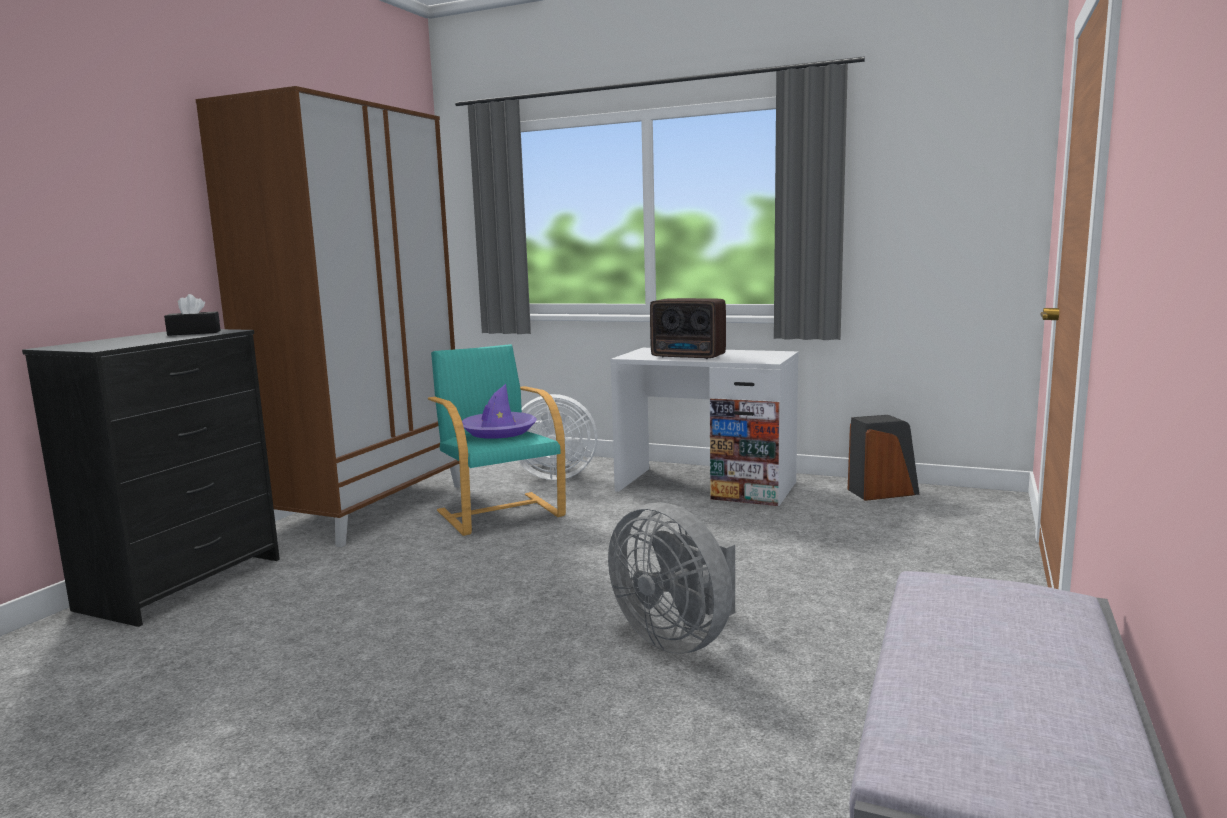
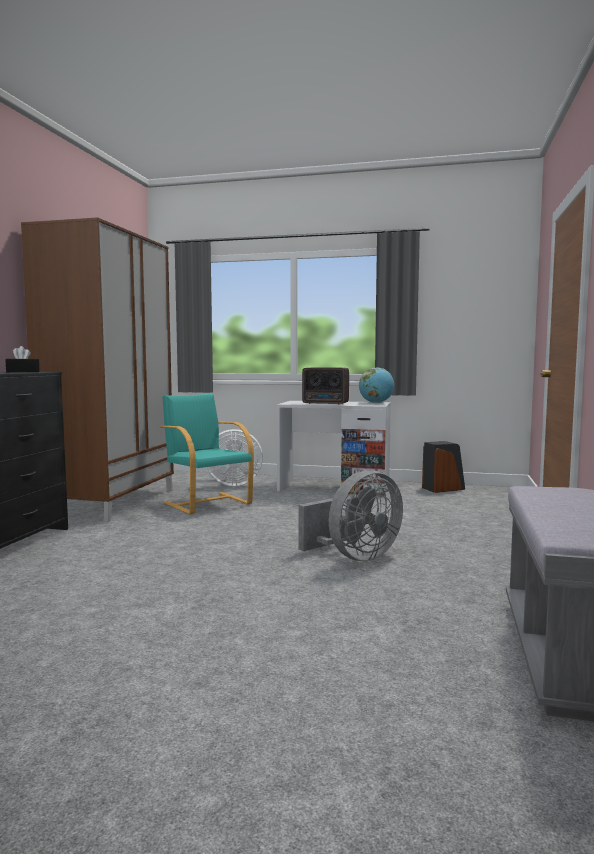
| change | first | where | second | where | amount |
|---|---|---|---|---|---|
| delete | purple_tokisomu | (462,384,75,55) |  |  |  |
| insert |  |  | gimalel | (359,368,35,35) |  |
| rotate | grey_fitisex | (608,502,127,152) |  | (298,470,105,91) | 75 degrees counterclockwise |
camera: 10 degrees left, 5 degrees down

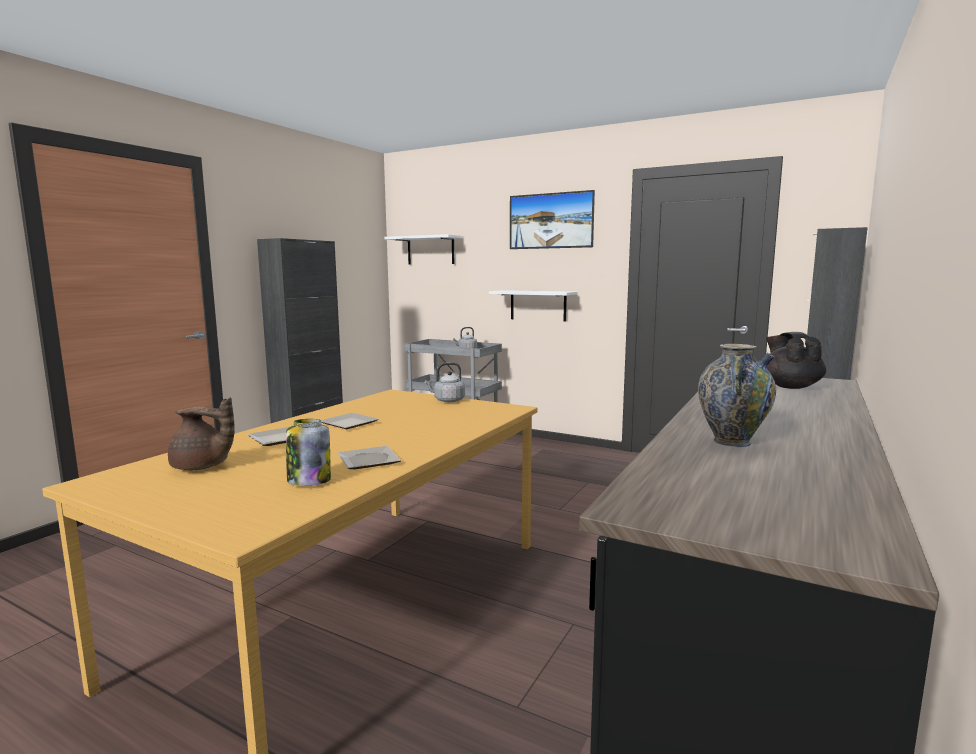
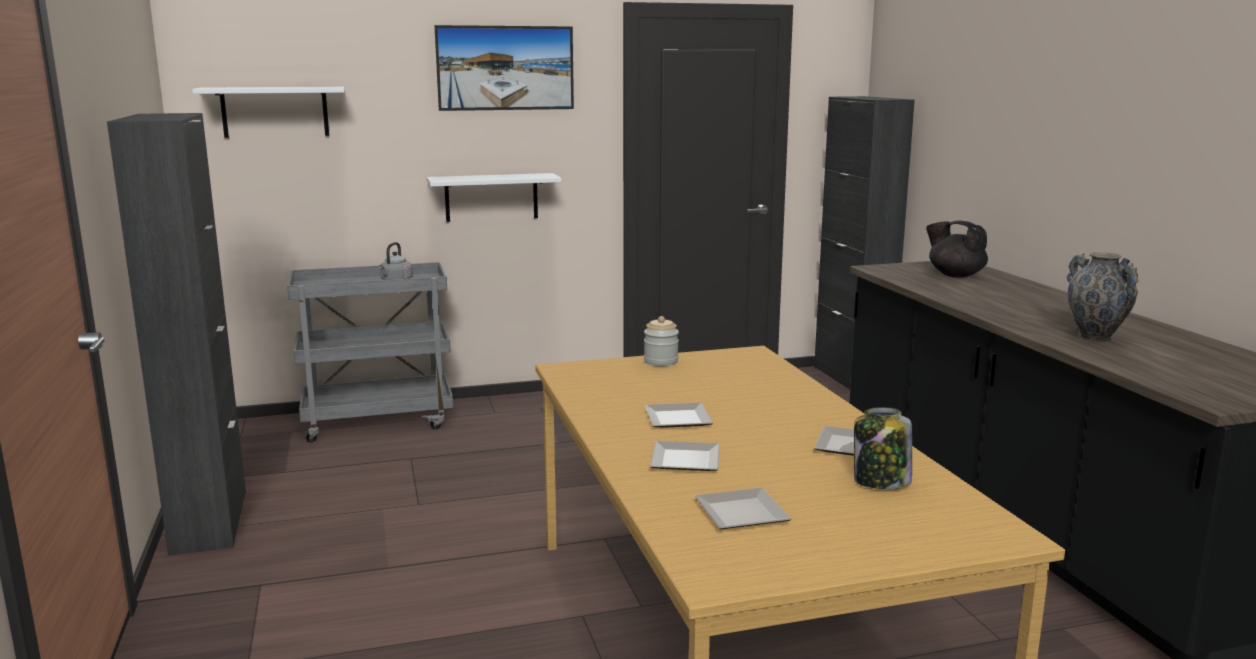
| change | first | where | second | where | amount |
|---|---|---|---|---|---|
| replace | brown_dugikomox | (168,397,67,73) | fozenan | (695,488,96,41) |  |
| replace | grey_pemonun | (425,362,40,40) | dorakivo | (644,316,35,50) |  |
camera: 45 degrees left, 5 degrees up

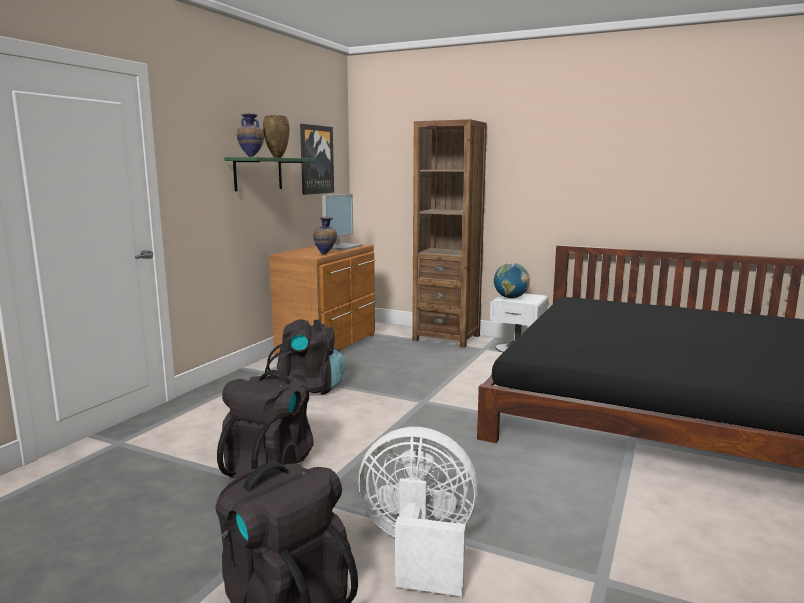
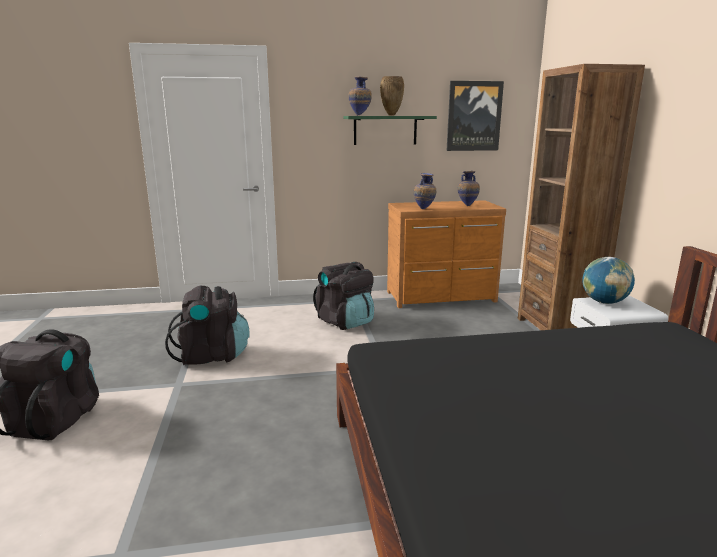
| change | first | where | second | where | amount |
|---|---|---|---|---|---|
| delete | white_fitisex | (358,427,120,169) |  |  |  |
| replace | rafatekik | (322,194,41,56) | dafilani | (458,171,22,35) |  |
camera: 55 degrees right, 5 degrees up

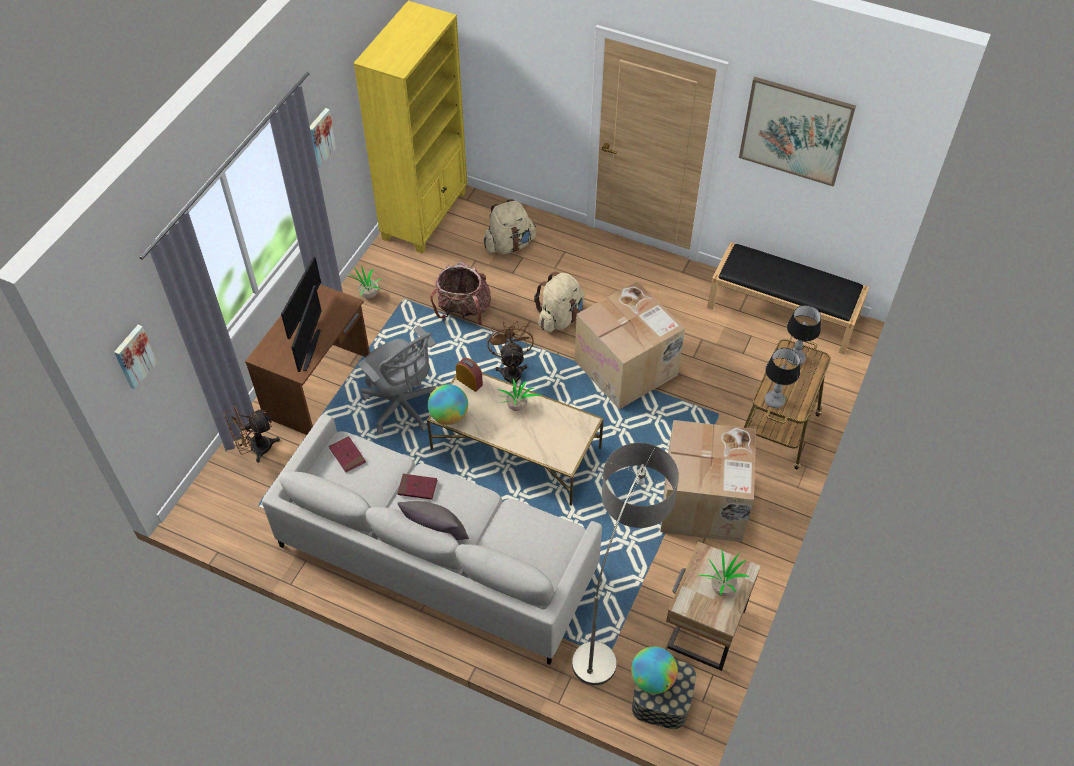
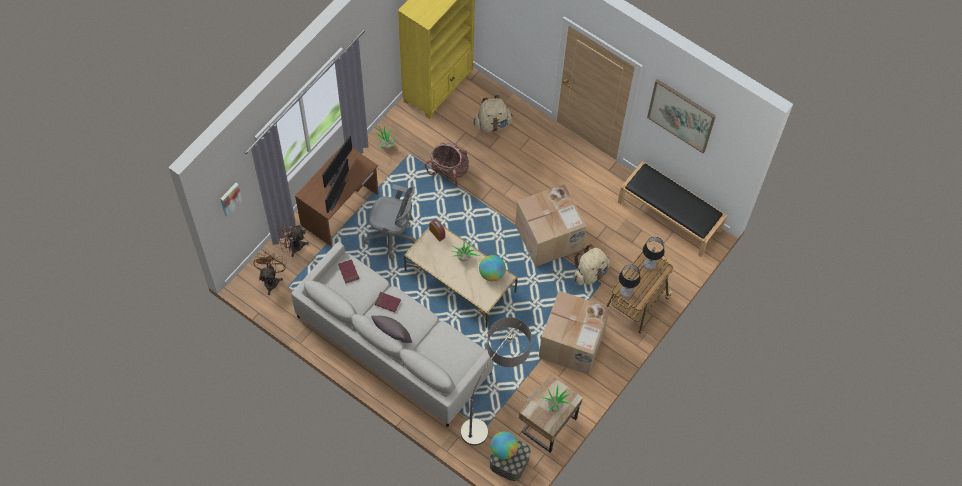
| change | first | where | second | where | amount |
|---|---|---|---|---|---|
| delete | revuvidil | (310,108,27,60) |  |  |  |
| move | gimalel | (428,384,40,41) |  | (479,255,27,27) |  |
| move | brown_fitisex | (487,321,47,63) |  | (253,253,34,42) |  |
| move | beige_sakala | (534,272,51,60) |  | (573,244,37,41) |  |
| rotate | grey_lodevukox | (358,326,78,108) |  | (363,184,54,76) | 45 degrees counterclockwise |
camera: 10 degrees right, 10 degrees up

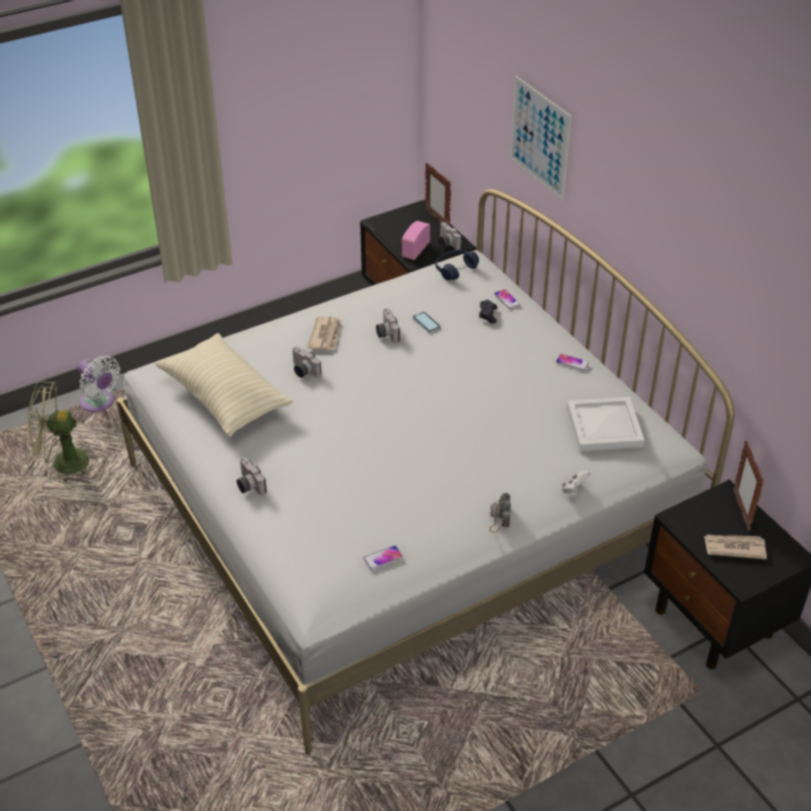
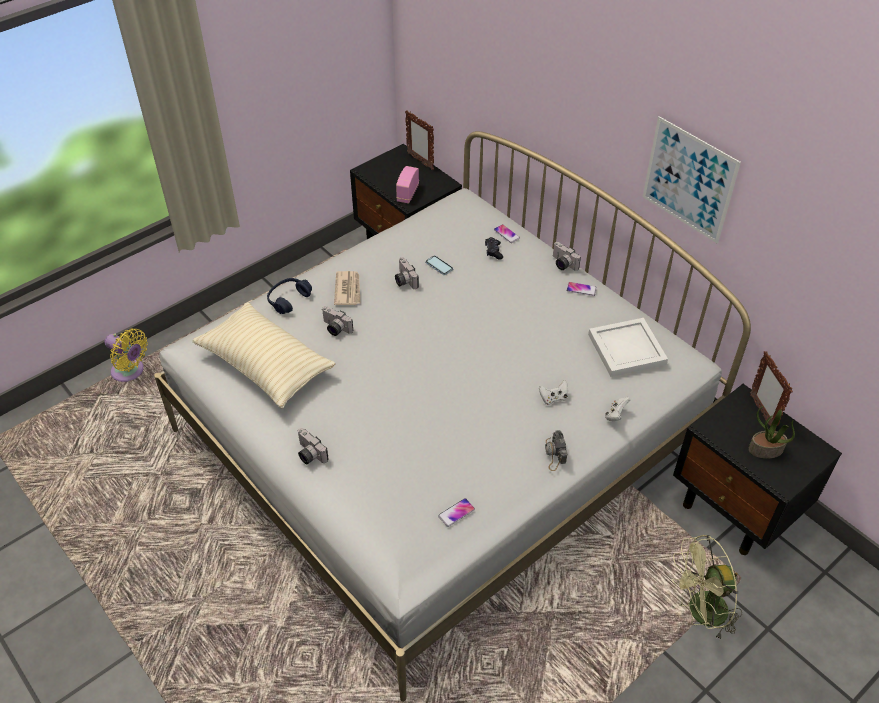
| change | first | where | second | where | amount |
|---|---|---|---|---|---|
| insert |  |  | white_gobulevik | (539,380,29,25) |  |
| move | green_fitisex | (27,381,66,101) |  | (672,535,70,105) |  |
| move | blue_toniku | (435,249,44,31) |  | (267,278,45,36) |  |
| move | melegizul | (439,222,23,28) |  | (553,242,28,29) |  |
| move | revuvidil | (510,76,62,124) |  | (643,116,98,128) |  |
| replace | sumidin | (704,535,63,24) | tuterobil | (748,406,47,53) |  |
| recolor | white_fitisex | (77,356,44,56) | yellow_fitisex | (105,329,43,53) |  |
camera: 10 degrees left, 5 degrees up

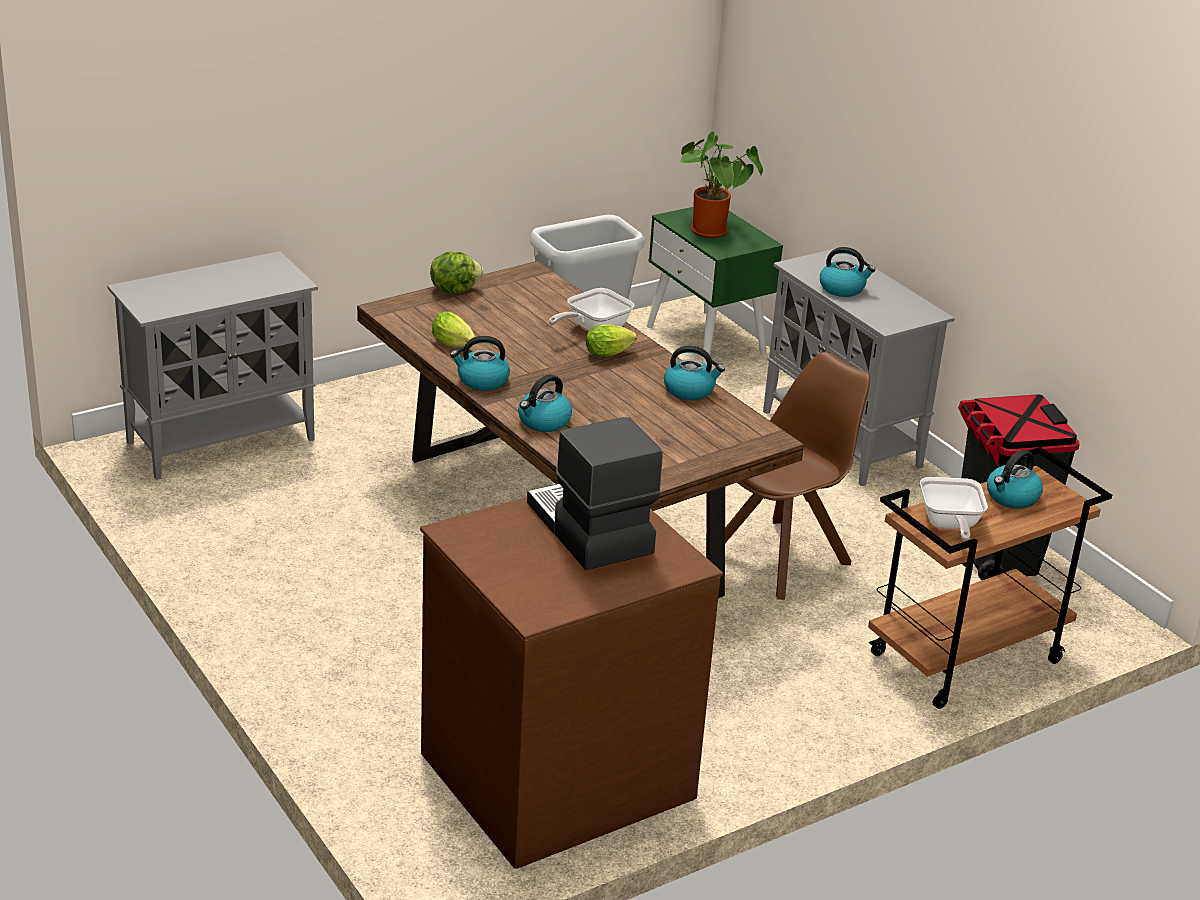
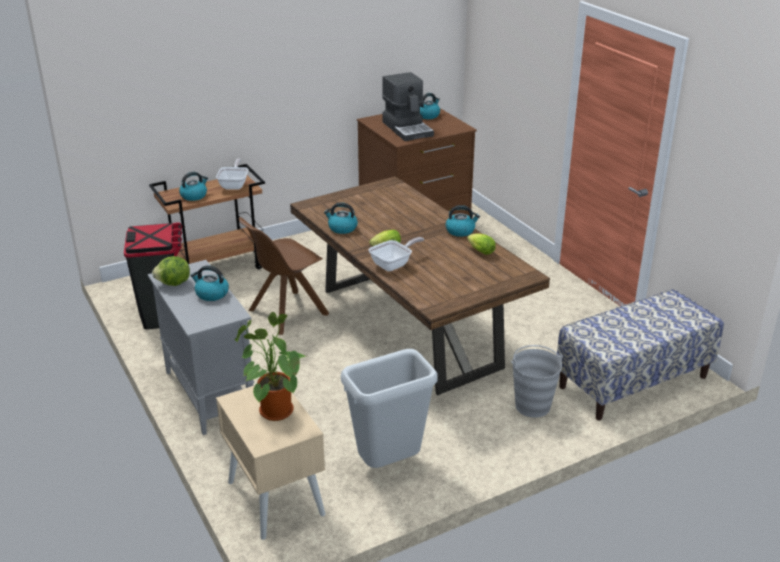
| change | first | where | second | where | amount |
|---|---|---|---|---|---|
| insert |  |  | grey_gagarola | (511,345,52,73) |  |
| move | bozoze | (430,251,54,43) |  | (152,256,38,30) |  |
| move | pemonun | (518,374,54,58) |  | (420,93,20,26) |  |
| replace | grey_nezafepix | (107,251,211,229) | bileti | (557,289,167,132) |  |
| recolor | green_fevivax | (647,207,136,158) | beige_fevivax | (216,385,110,155) |  |
camera: 175 degrees left, 0 degrees up

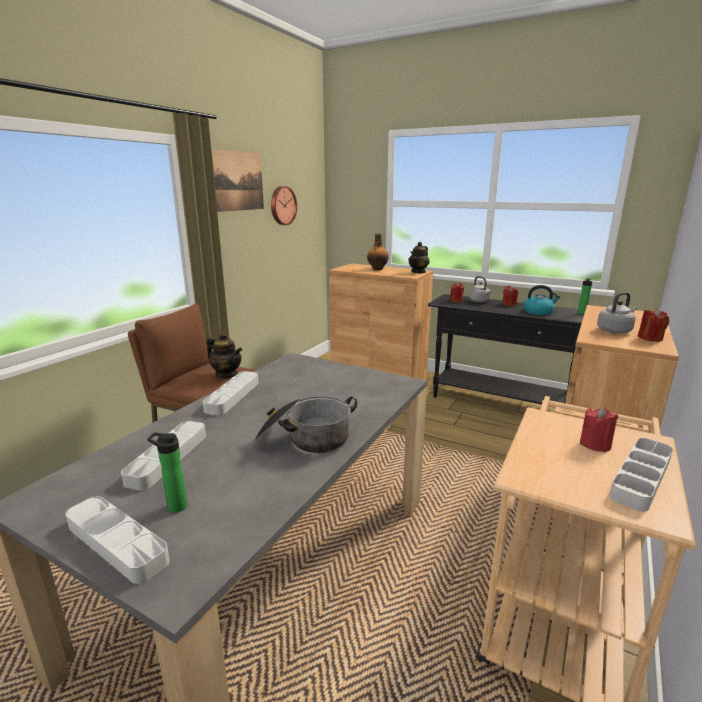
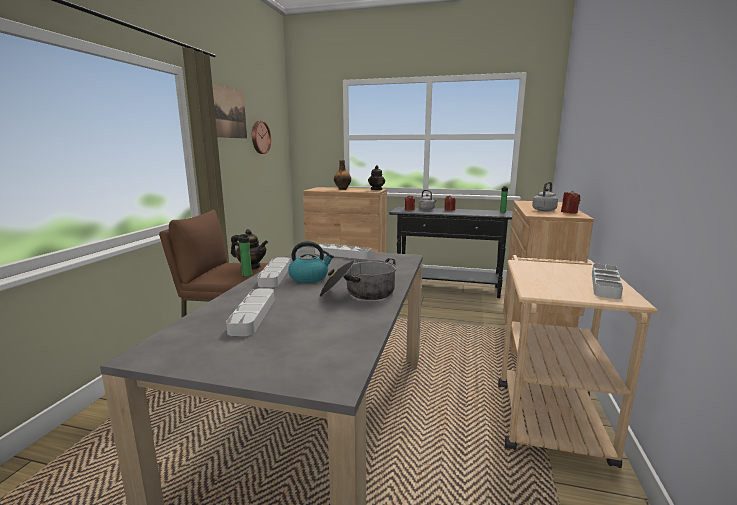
| change | first | where | second | where | amount |
|---|---|---|---|---|---|
| delete | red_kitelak | (580,407,38,45) |  |  |  |
| move | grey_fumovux | (65,496,105,88) |  | (315,244,56,15) |  |
| move | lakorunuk | (147,432,40,81) |  | (234,234,18,43) |  |
| move | pemonun | (524,285,36,30) |  | (288,241,46,42) |  |
camera: 15 degrees left, 5 degrees down

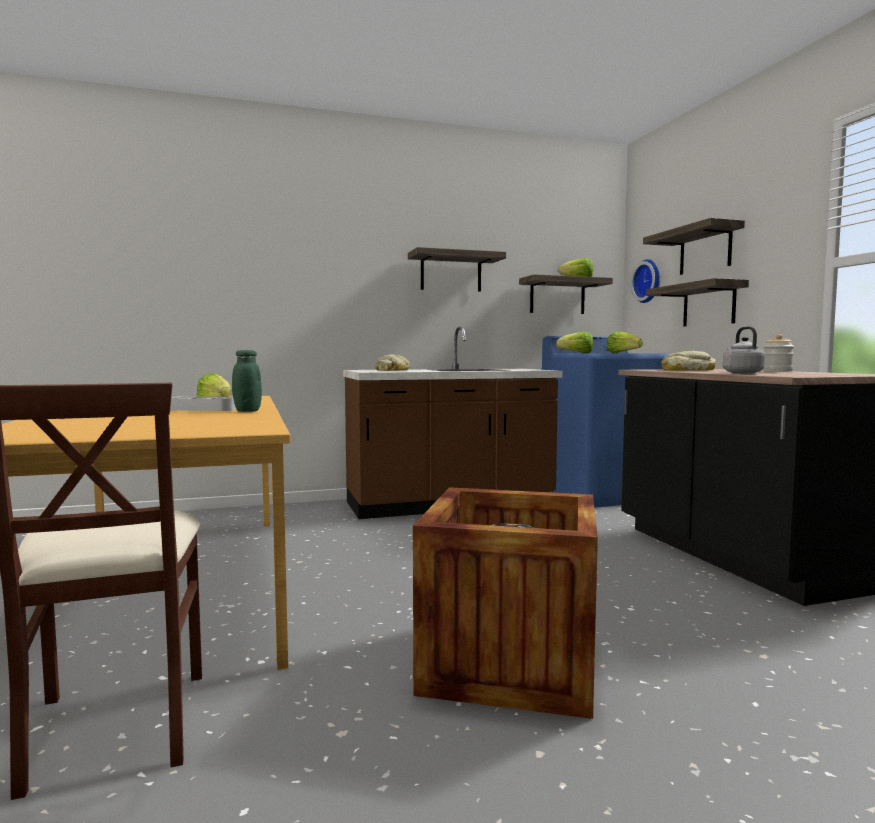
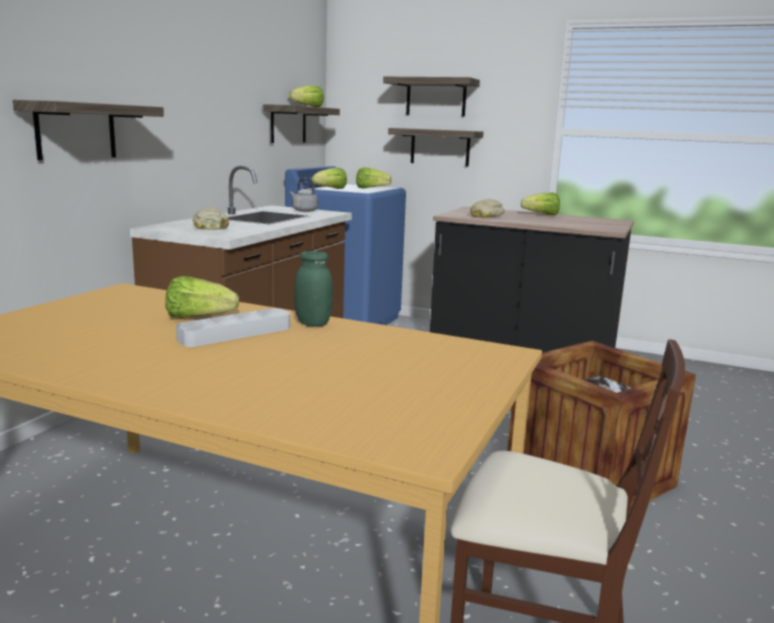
| change | first | where | second | where | amount |
|---|---|---|---|---|---|
| delete | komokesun | (631,259,29,44) |  |  |  |
| move | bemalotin | (408,247,98,45) |  | (13,100,151,60) |  |
| move | grey_pemonun | (723,326,42,48) |  | (290,178,28,34) |  |
| replace | dorakivo | (763,334,31,38) | bozoze | (521,193,39,22) |  |
camera: 50 degrees left, 10 degrees up

